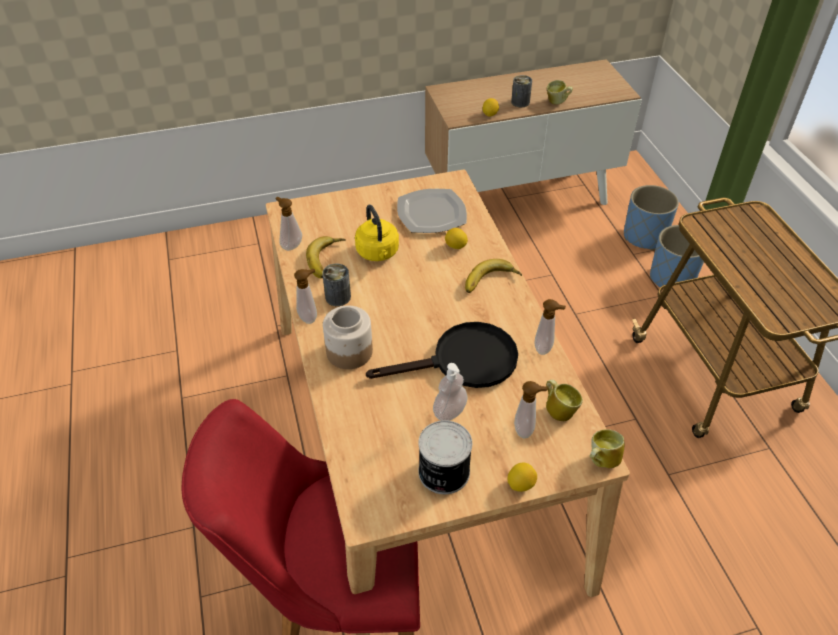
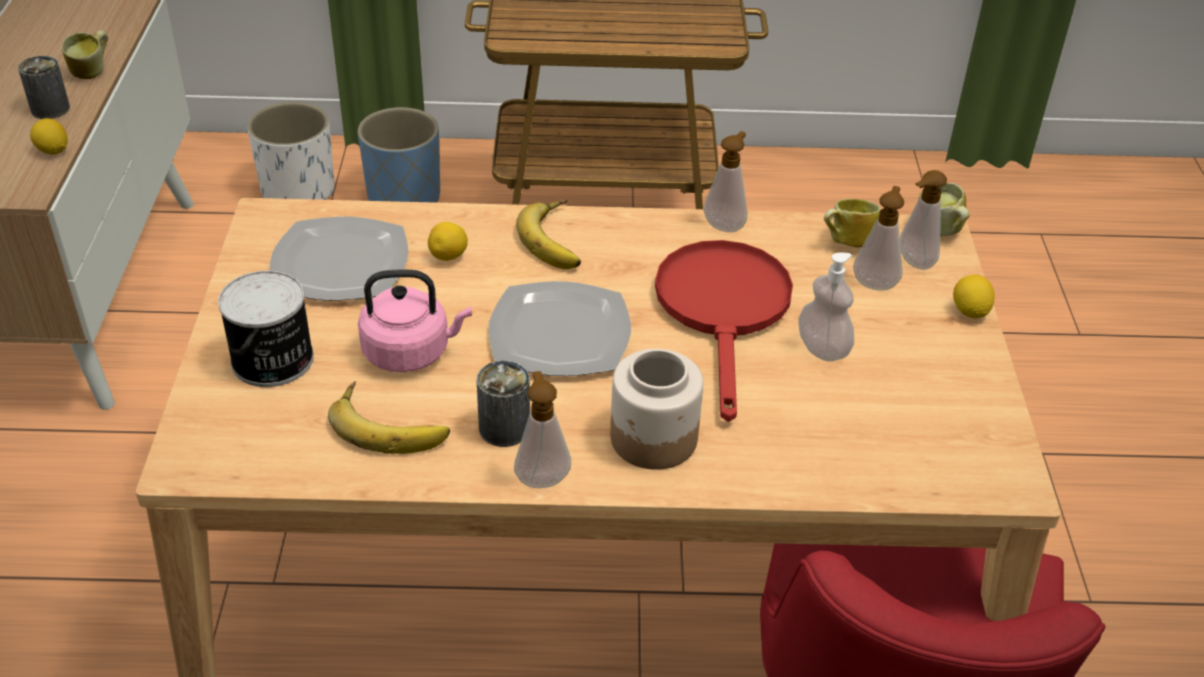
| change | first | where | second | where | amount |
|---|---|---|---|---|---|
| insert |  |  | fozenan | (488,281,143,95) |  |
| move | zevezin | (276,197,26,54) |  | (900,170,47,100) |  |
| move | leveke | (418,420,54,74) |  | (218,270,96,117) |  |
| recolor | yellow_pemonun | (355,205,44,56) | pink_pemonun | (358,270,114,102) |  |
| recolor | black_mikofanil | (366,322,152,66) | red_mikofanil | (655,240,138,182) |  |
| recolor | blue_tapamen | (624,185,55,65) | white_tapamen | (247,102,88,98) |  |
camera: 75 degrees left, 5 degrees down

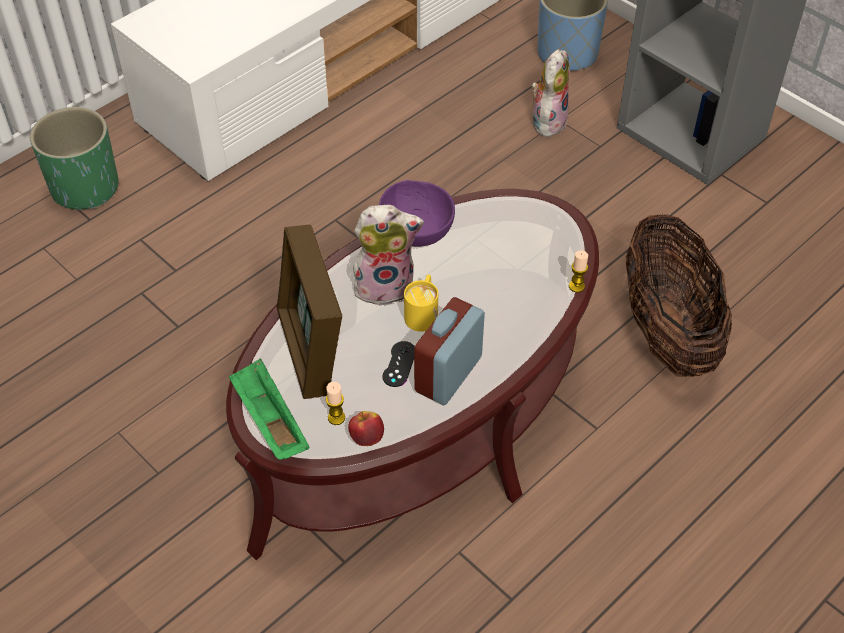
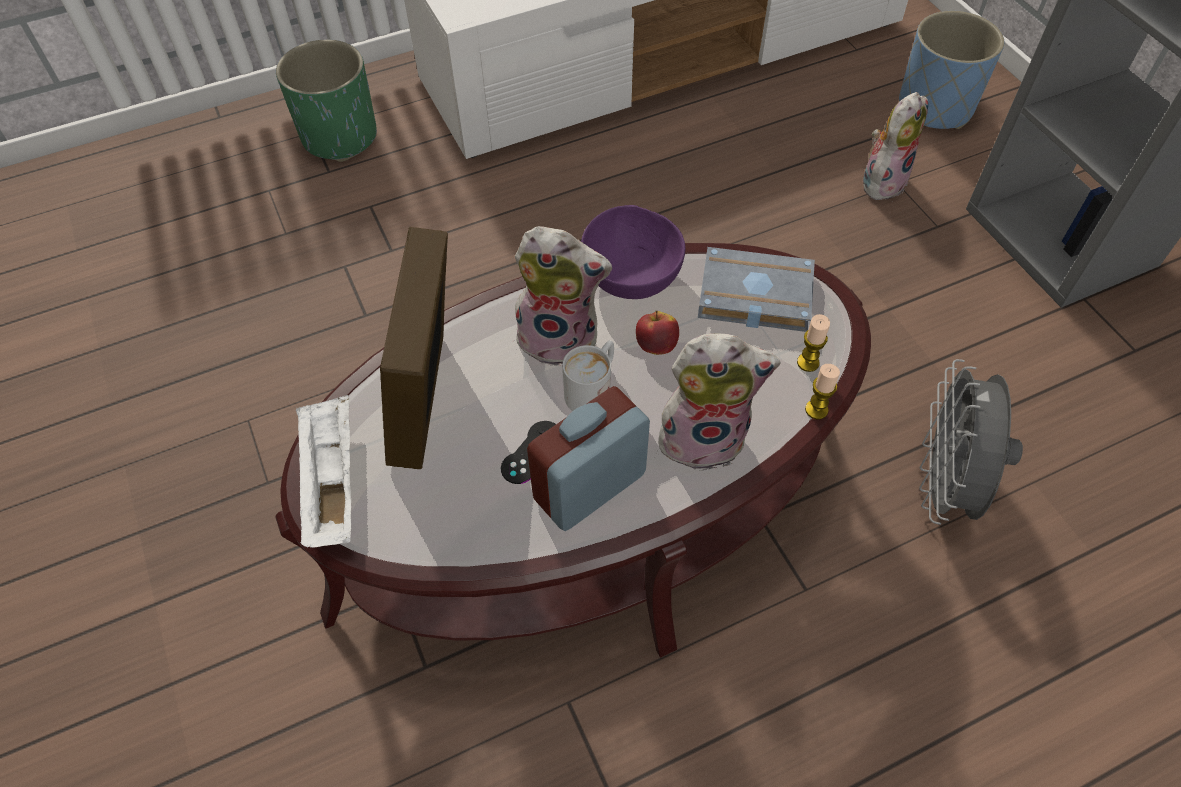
| change | first | where | second | where | amount |
|---|---|---|---|---|---|
| insert |  |  | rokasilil | (658,334,123,137) |  |
| insert |  |  | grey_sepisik | (698,247,117,85) |  |
| move | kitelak | (326,382,19,43) |  | (797,314,33,58) |  |
| move | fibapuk | (348,411,36,35) |  | (636,311,43,44) |  |
| replace | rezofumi | (626,214,106,163) | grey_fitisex | (919,359,104,166) |  |
| recolor | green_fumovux | (229,359,81,101) | white_fumovux | (295,395,56,153) |  |
| recolor | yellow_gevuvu | (404,274,34,58) | white_gevuvu | (563,340,51,71) |  |
camera: 20 degrees right, 5 degrees up

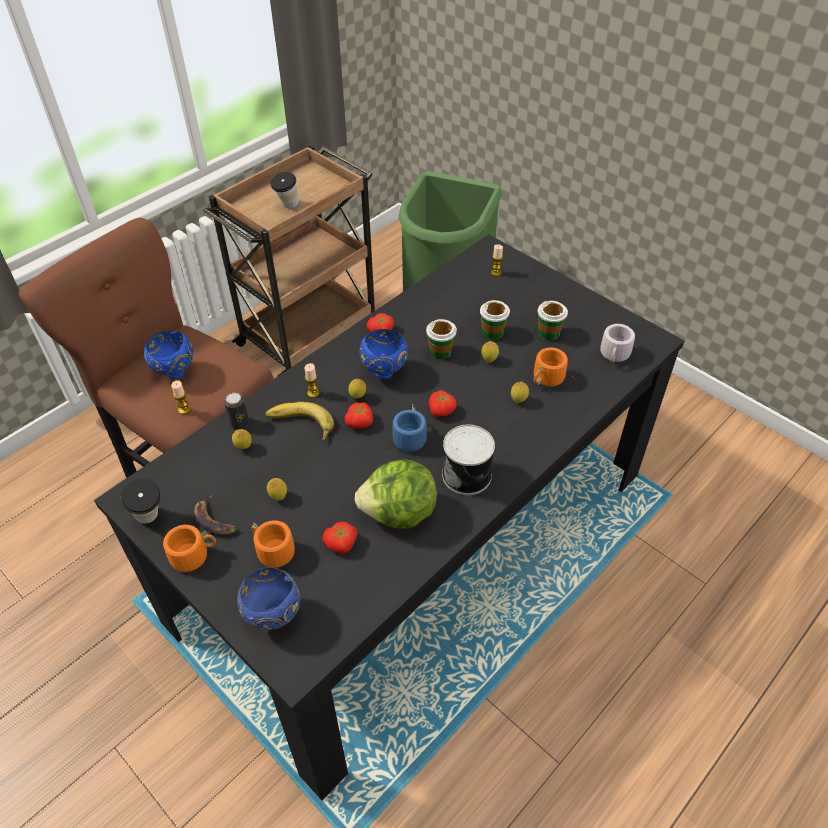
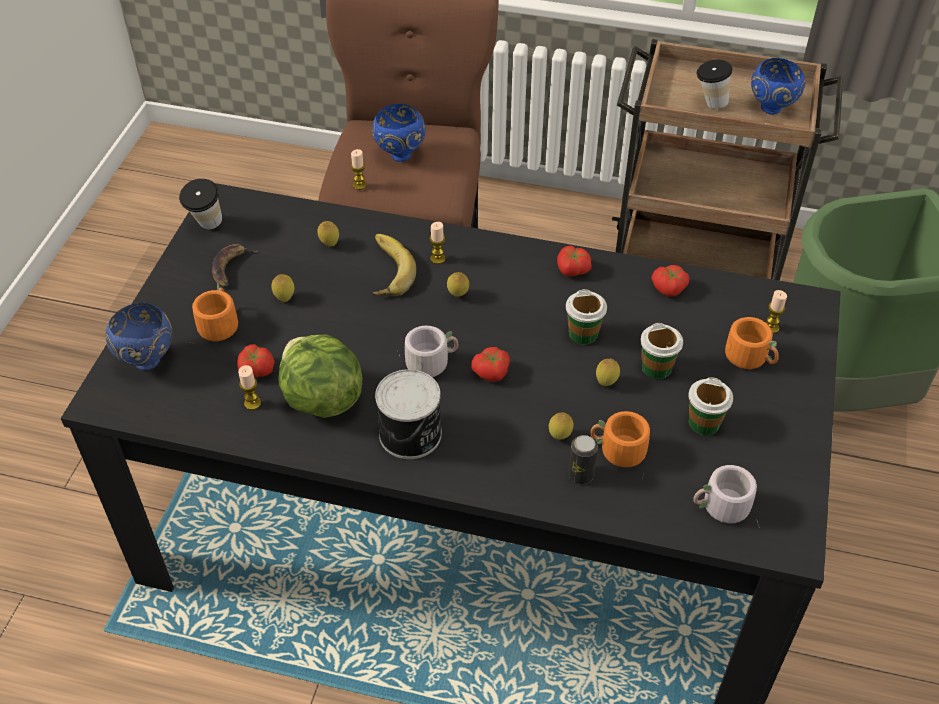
| change | first | where | second | where | amount |
|---|---|---|---|---|---|
| insert |  |  | kitelak | (238,365,23,45) |  |
| move | orange_gevuvu | (163,525,53,47) |  | (725,317,54,52) |  |
| move | leveke | (224,393,25,36) |  | (568,435,30,49) |  |
| move | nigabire | (345,402,28,27) |  | (651,265,38,32) |  |
| move | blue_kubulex | (359,329,49,50) |  | (751,58,54,57) |  |
| recolor | blue_gevuvu | (387,405,40,47) | grey_gevuvu | (399,326,59,51) |  |
camera: 60 degrees right, 0 degrees up

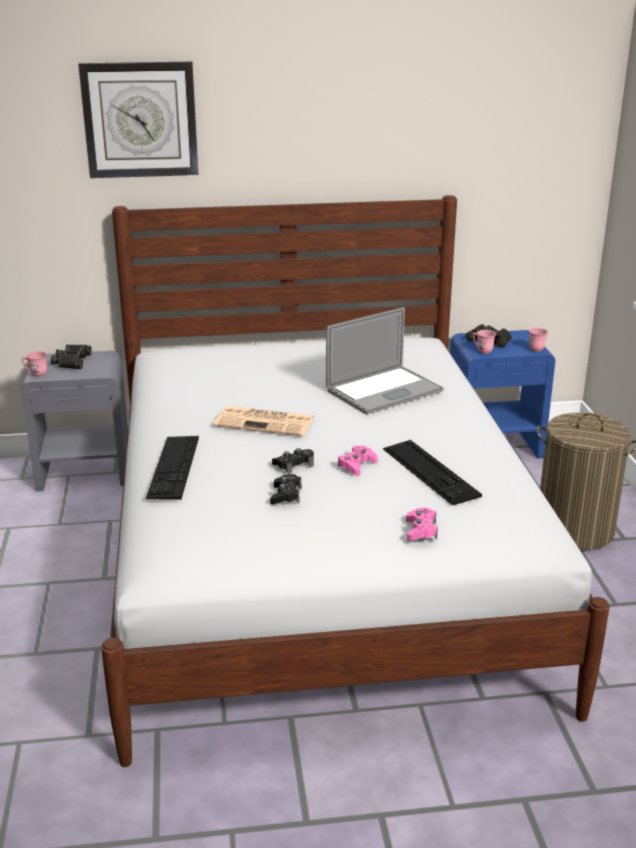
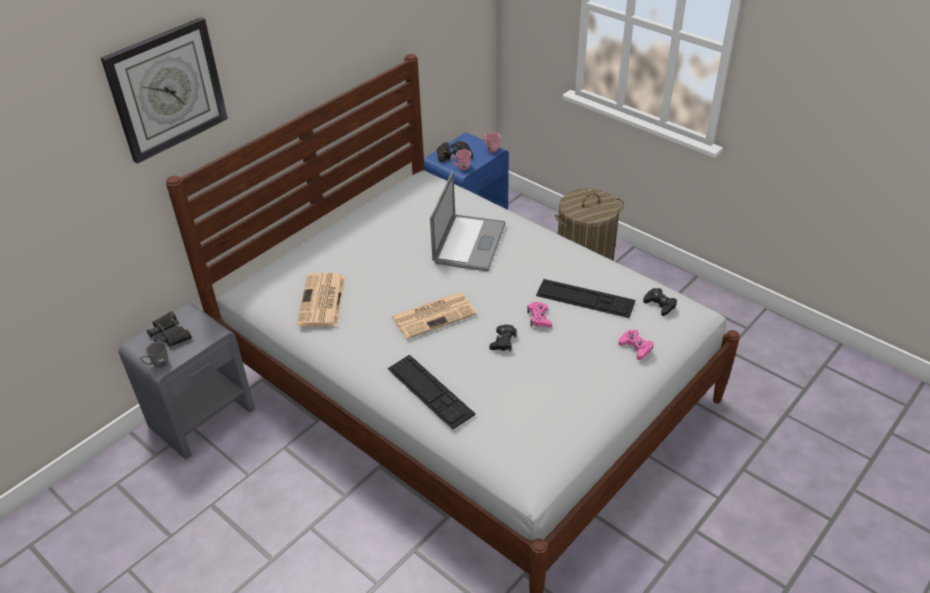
| change | first | where | second | where | amount |
|---|---|---|---|---|---|
| insert |  |  | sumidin | (297,273,48,54) |  |
| move | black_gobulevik | (270,474,31,30) |  | (643,288,34,28) |  |
| recolor | pink_gevuvu | (21,351,26,26) | grey_gevuvu | (140,341,28,27) |  |
camera: 40 degrees left, 15 degrees up

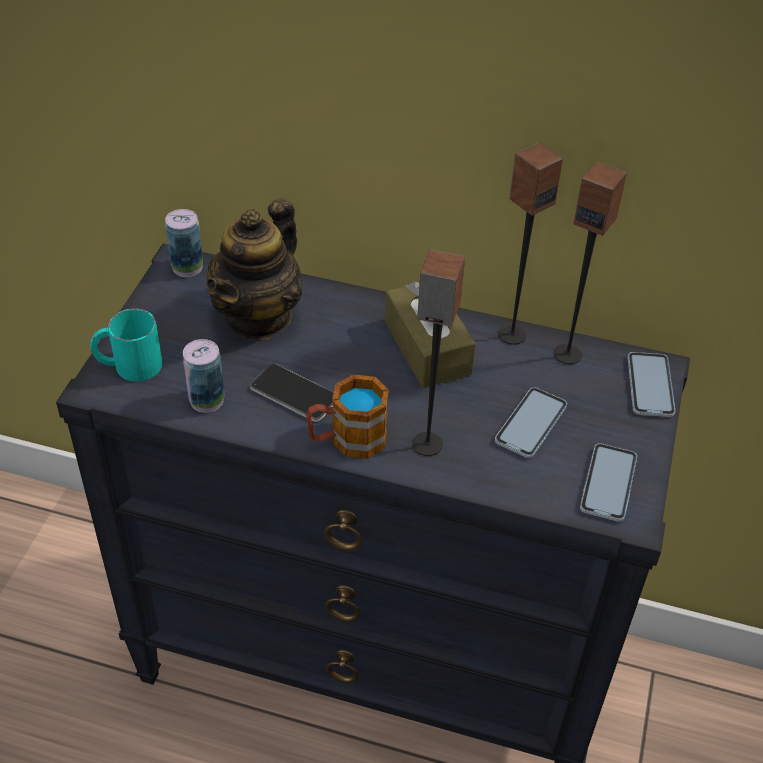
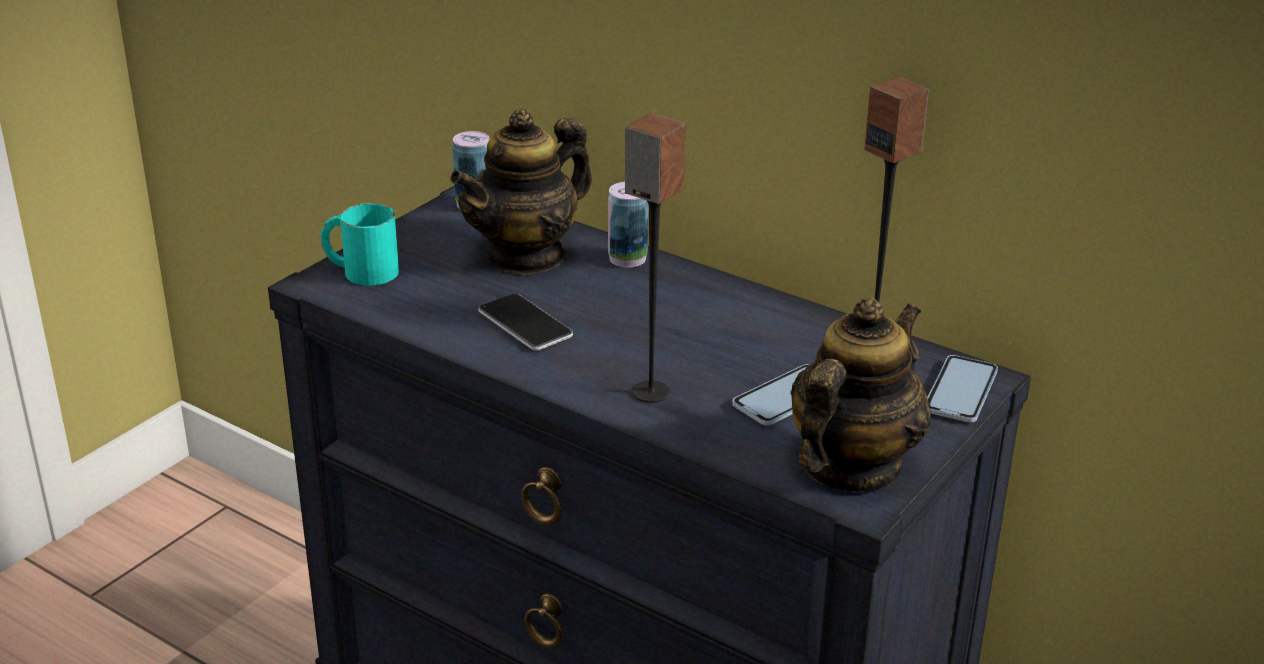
| change | first | where | second | where | amount |
|---|---|---|---|---|---|
| delete | gevuvu | (306,374,83,85) |  |  |  |
| delete | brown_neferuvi | (385,282,91,106) |  |  |  |
| delete | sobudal | (498,142,65,203) |  |  |  |
| move | leveke | (183,339,41,74) |  | (608,182,40,85) |  |
| replace | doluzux | (580,443,57,79) | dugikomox | (790,297,141,195) |  |
camera: 20 degrees right, 15 degrees down

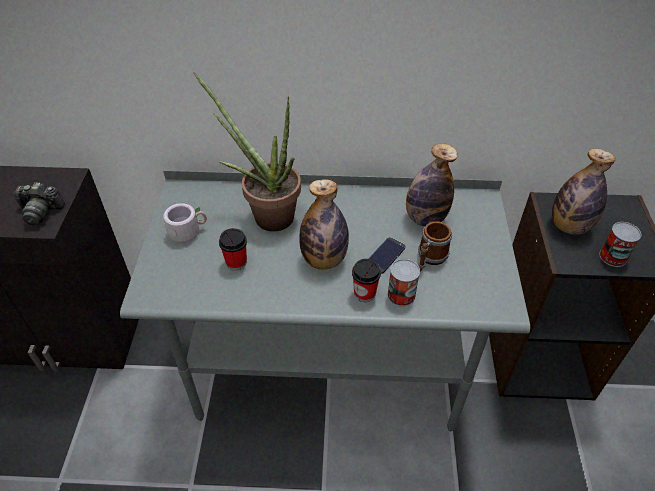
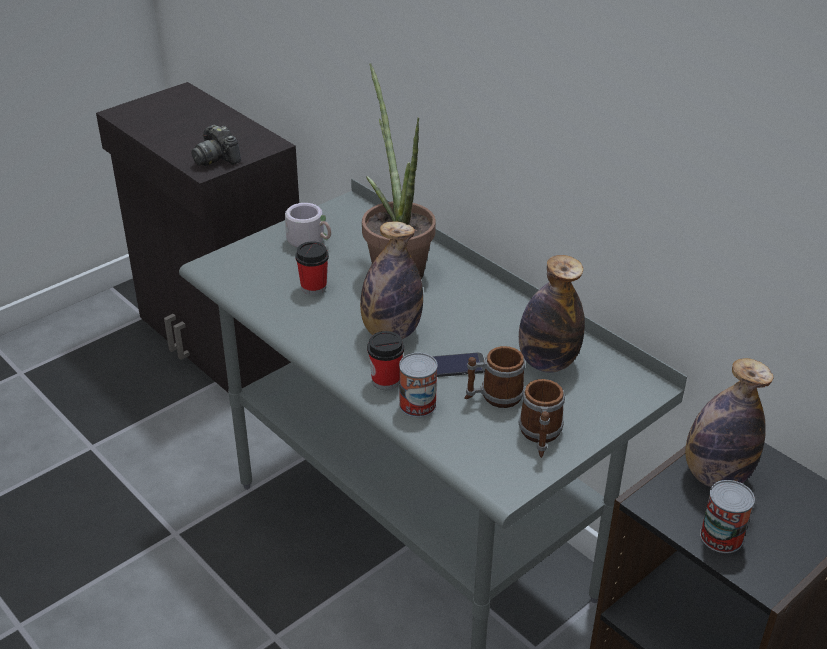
| change | first | where | second | where | amount |
|---|---|---|---|---|---|
| insert |  |  | gevuvu | (519,379,46,79) |  |
camera: 45 degrees right, 10 degrees down

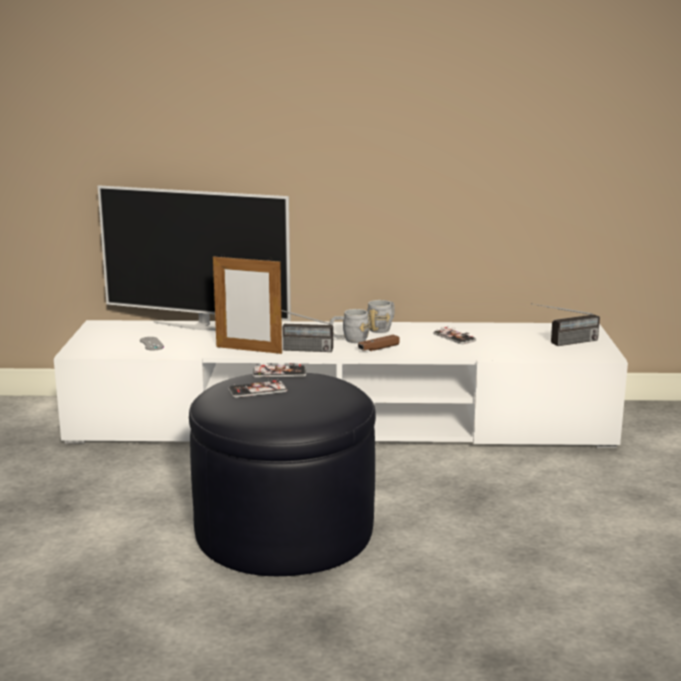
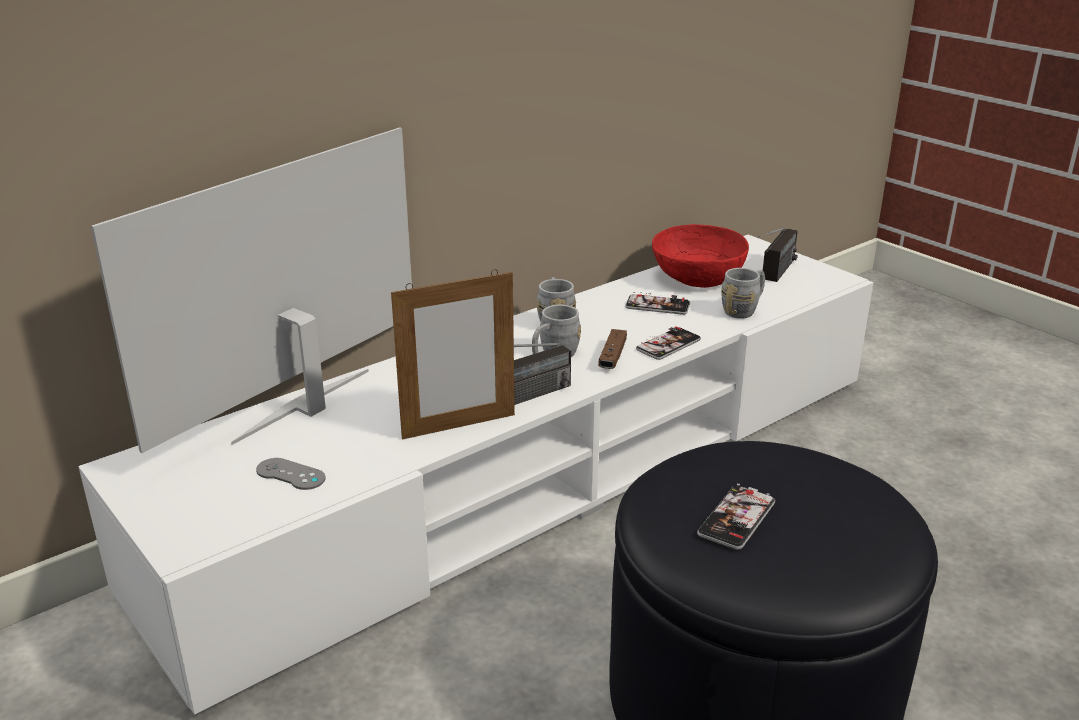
| change | first | where | second | where | amount |
|---|---|---|---|---|---|
| insert |  |  | red_kubulex | (652,224,97,64) |  |
| insert |  |  | grey_gevuvu | (721,268,44,51) |  |
| move | doluzux | (253,363,53,15) |  | (636,326,65,34) |  |
| rotate | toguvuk | (98,185,193,146) |  | (91,127,321,326) | 150 degrees clockwise |
camera: 40 degrees left, 10 degrees up

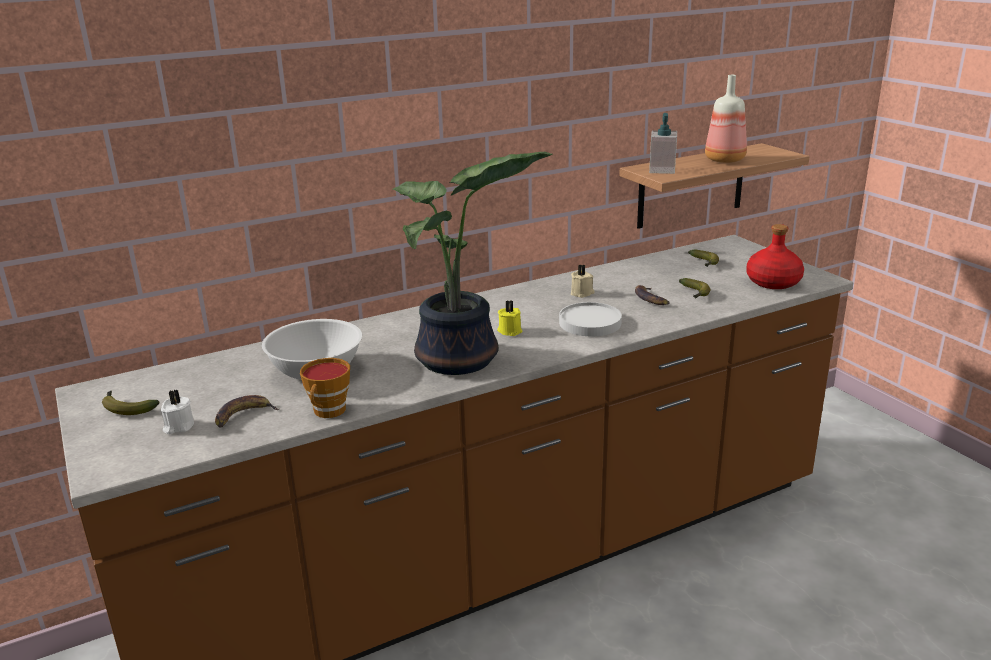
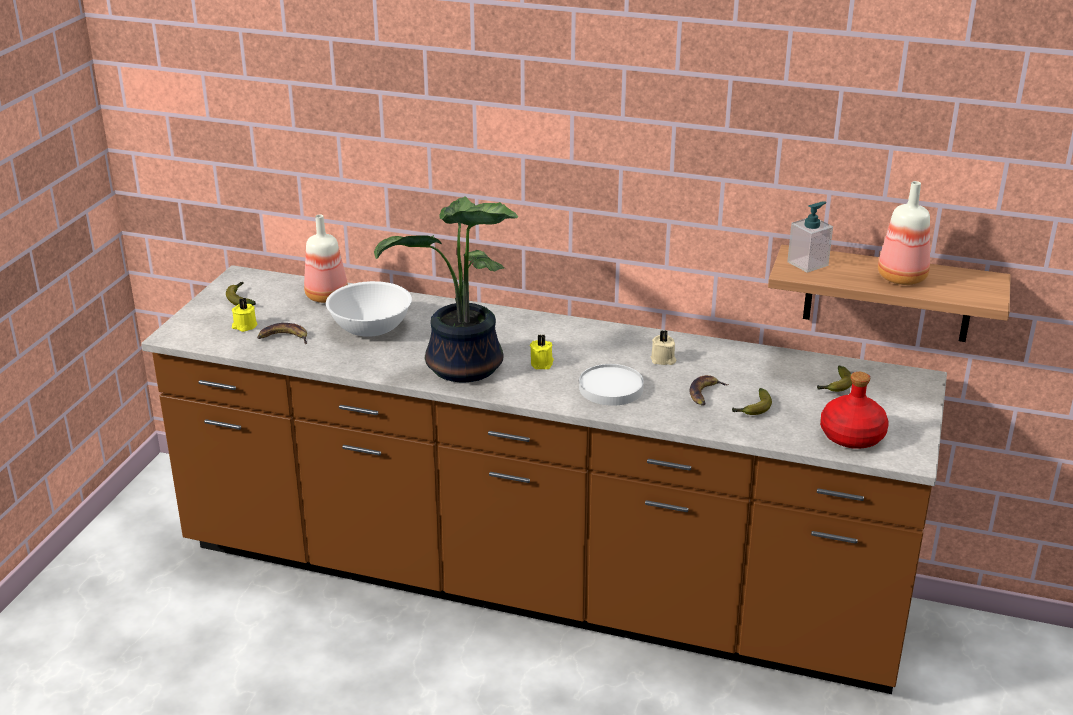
| change | first | where | second | where | amount |
|---|---|---|---|---|---|
| delete | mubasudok | (300,358,50,60) |  |  |  |
| insert |  |  | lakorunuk | (304,214,44,89) |  |
| recolor | white_kitelak | (161,389,33,45) | yellow_kitelak | (232,298,26,34) |  |
camera: 45 degrees right, 5 degrees up

